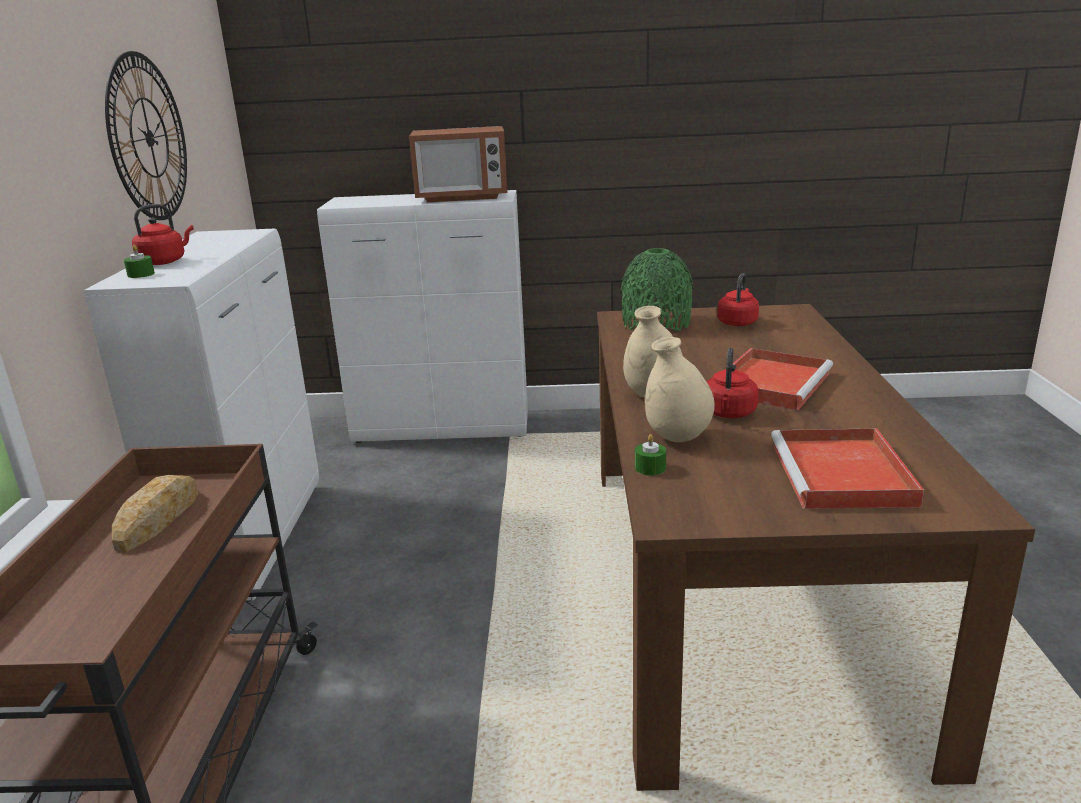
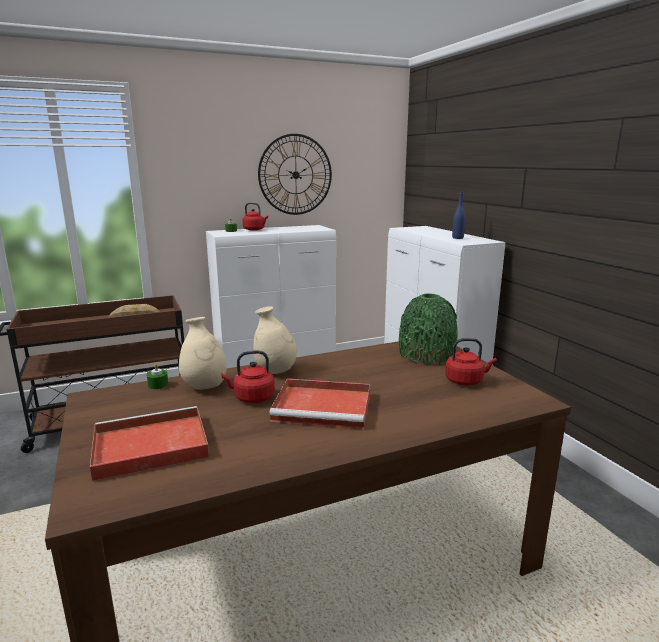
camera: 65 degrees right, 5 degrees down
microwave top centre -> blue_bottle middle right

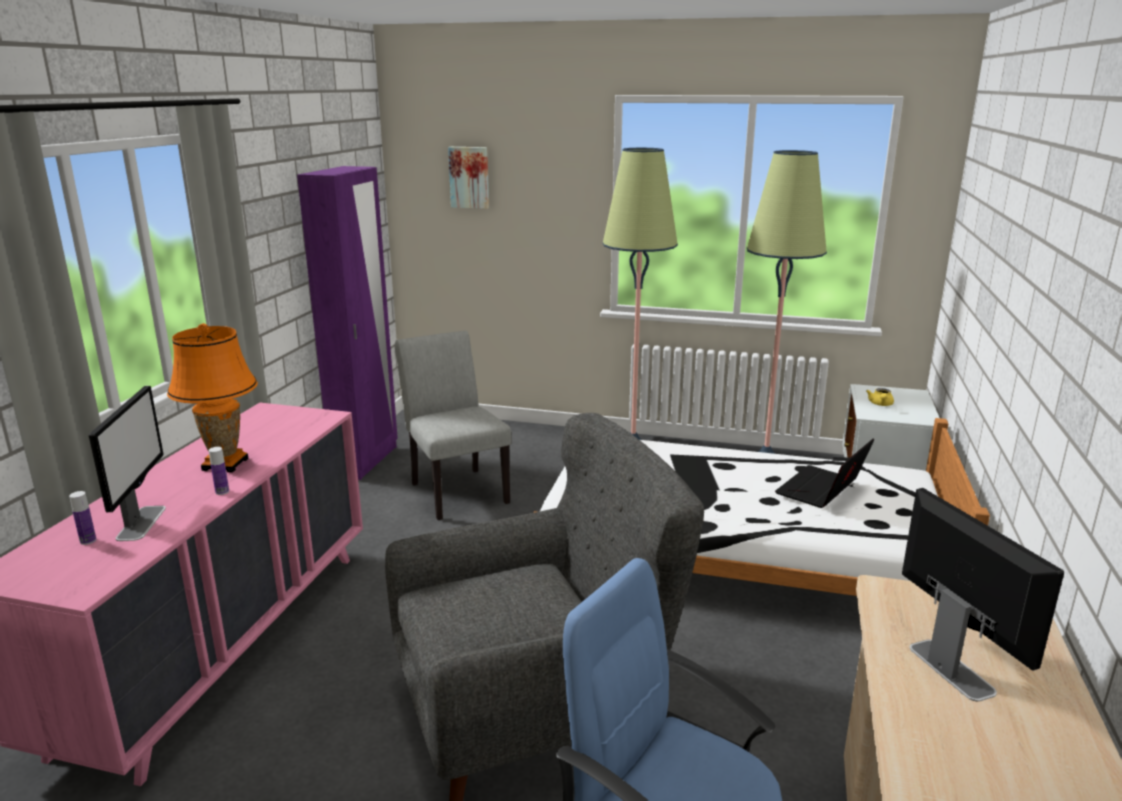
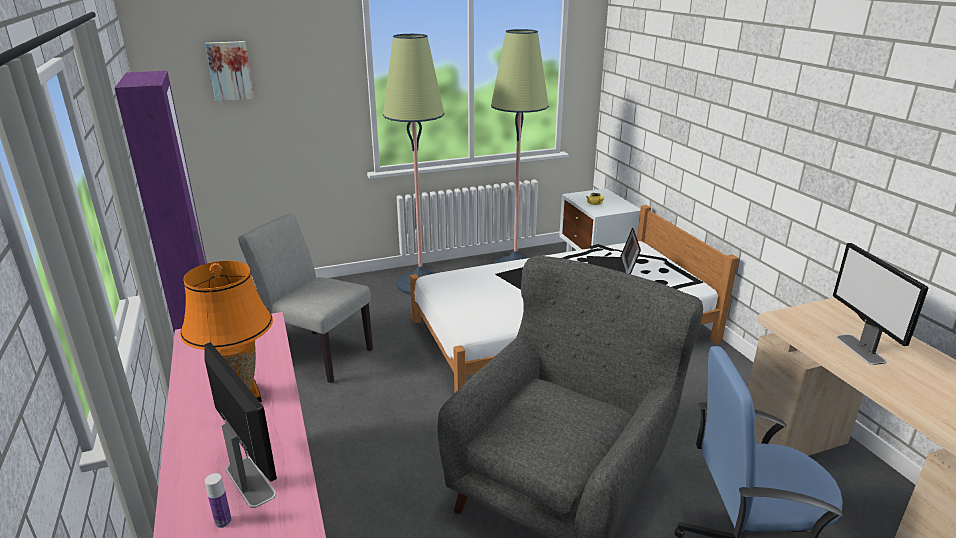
camera: 35 degrees left, 5 degrees up
bottle (no. 2 from left) middle left -> none
monitor (no. 2 from left) bottom right -> monitor (no. 2 from left) middle right, 135 degrees counterclockwise

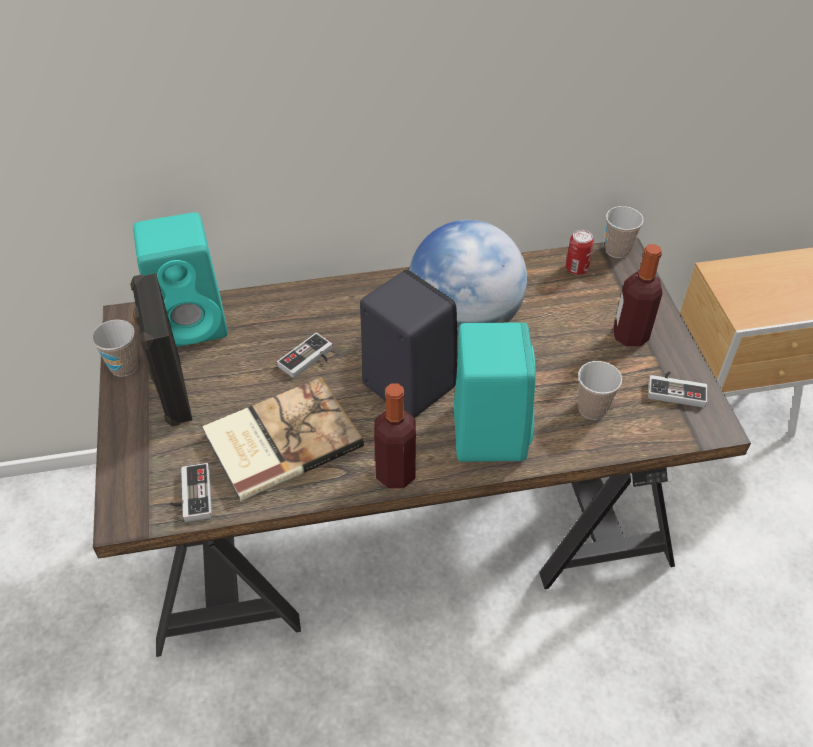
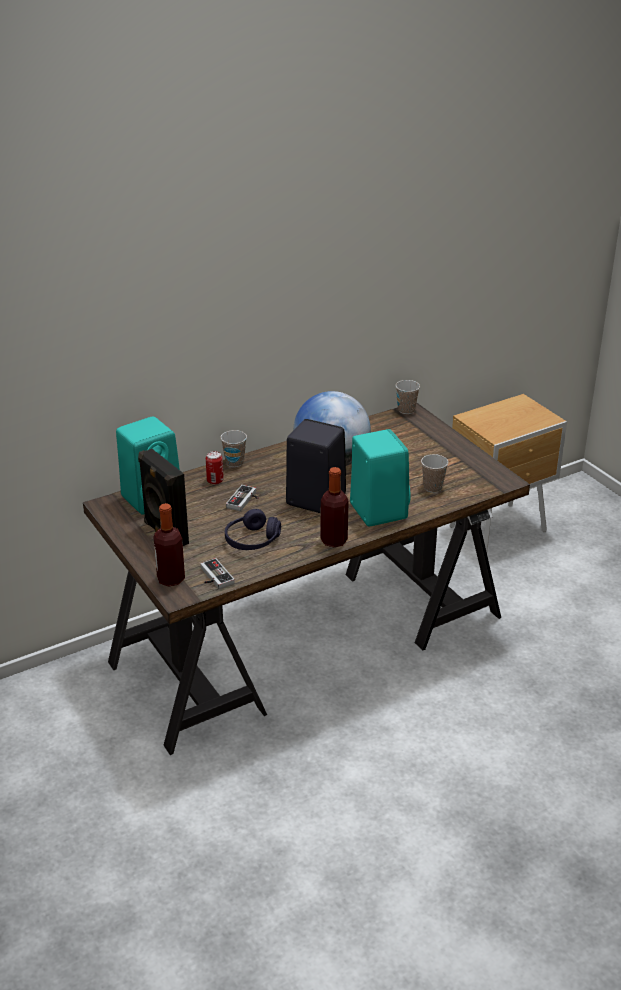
camera: 20 degrees left, 15 degrees down
cup (no. 1 from left) middle left -> cup (no. 1 from left) centre, shifted
book centre -> purple_headphones centre
can middle right -> can centre, shifted
bottle (no. 2 from left in the first image) middle right -> bottle (no. 1 from left) middle left, shifted
game_controller (no. 3 from left) middle right -> none

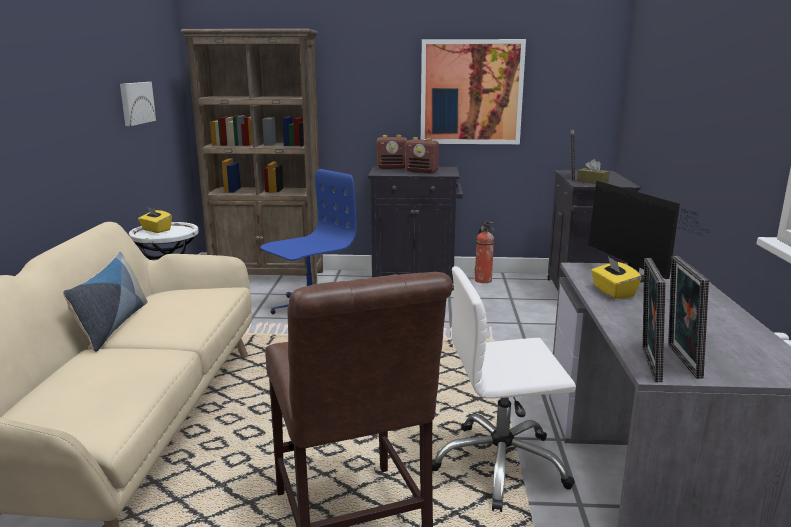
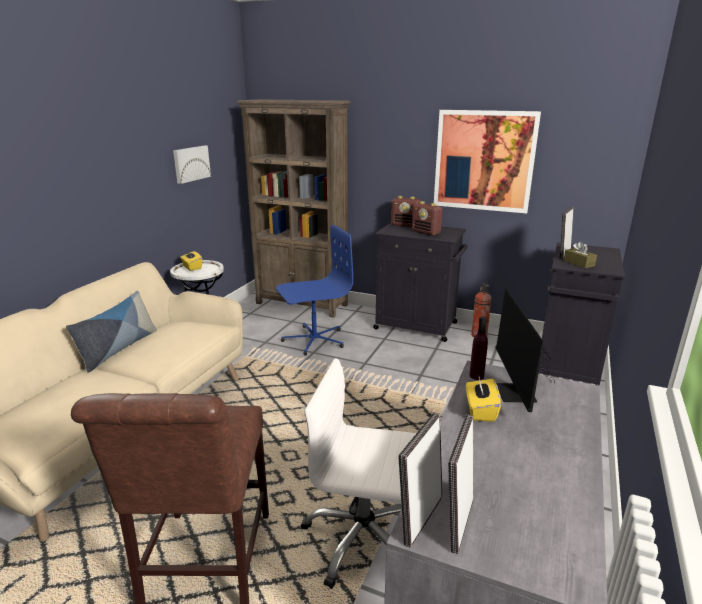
camera: 20 degrees right, 5 degrees up
none -> purple_bottle middle right

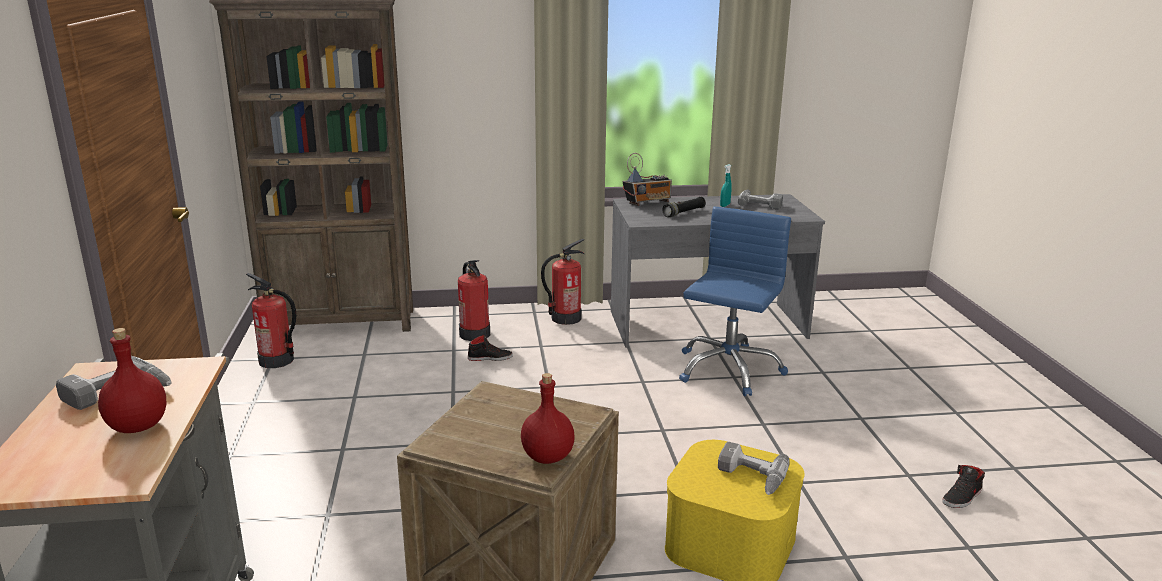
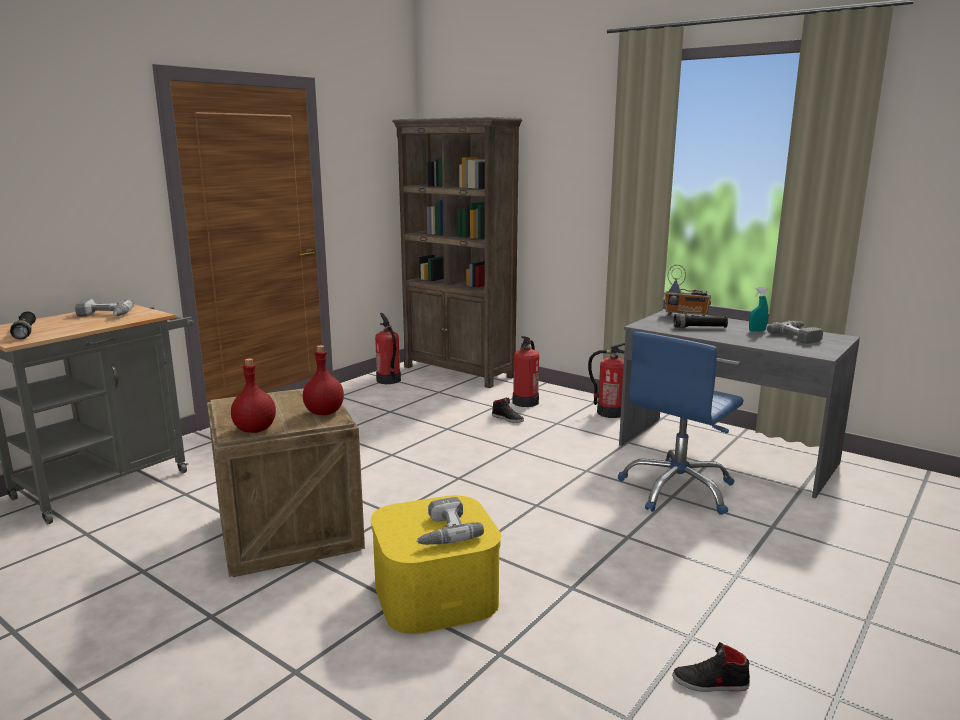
camera: 45 degrees right, 5 degrees down
red_bottle (no. 1 from left in the first image) middle left -> red_bottle (no. 2 from left) centre, shifted
blue_office_chair centre -> blue_office_chair middle right, 150 degrees clockwise
none -> black_flashlight (no. 1 from left) middle left

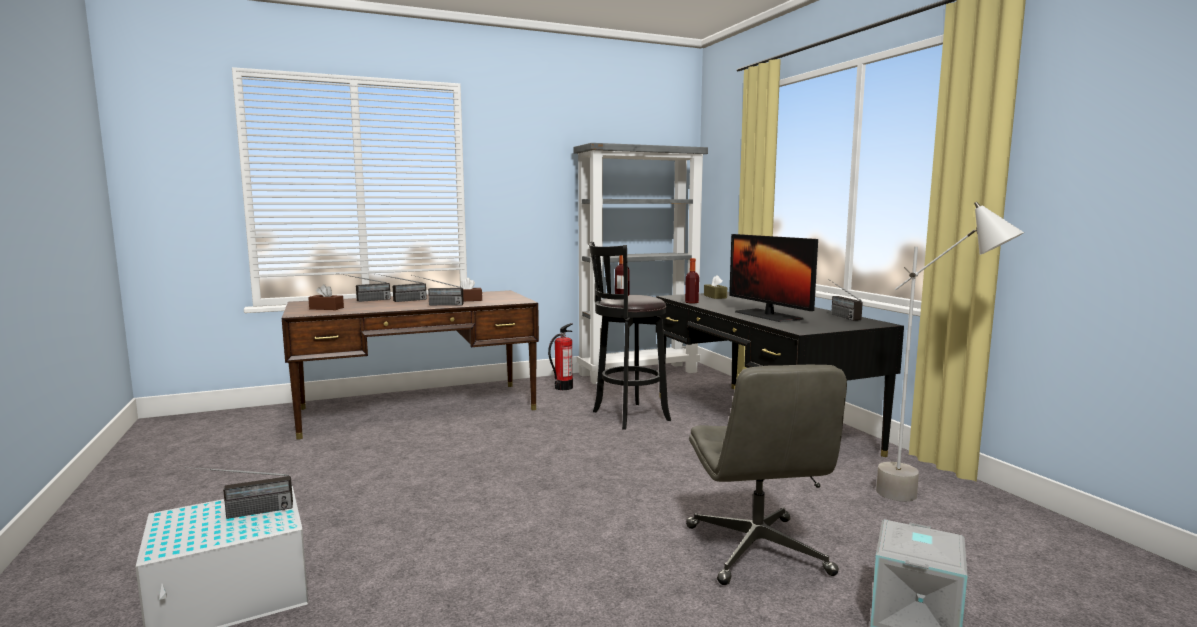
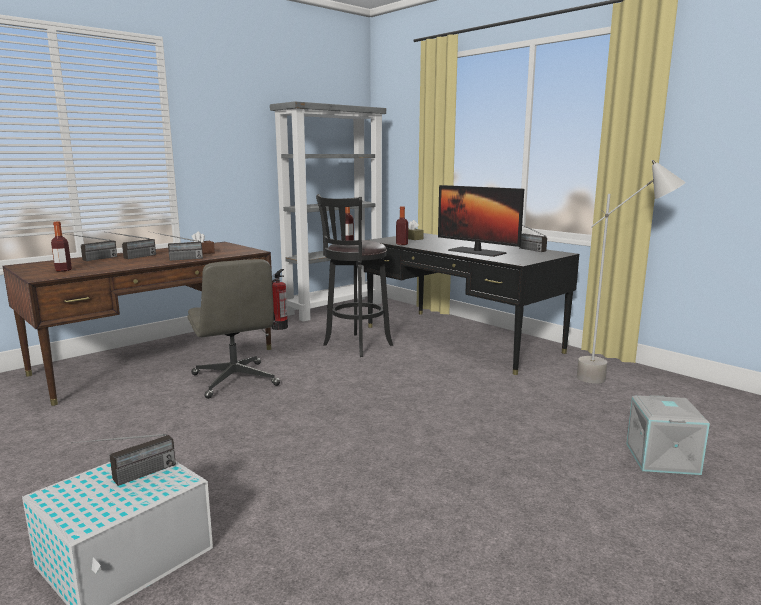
camera: 20 degrees left, 5 degrees up
brown_tissue_box (no. 1 from left) middle left -> bottle (no. 1 from left) middle left
grey_office_chair bottom centre -> grey_office_chair middle left, shifted

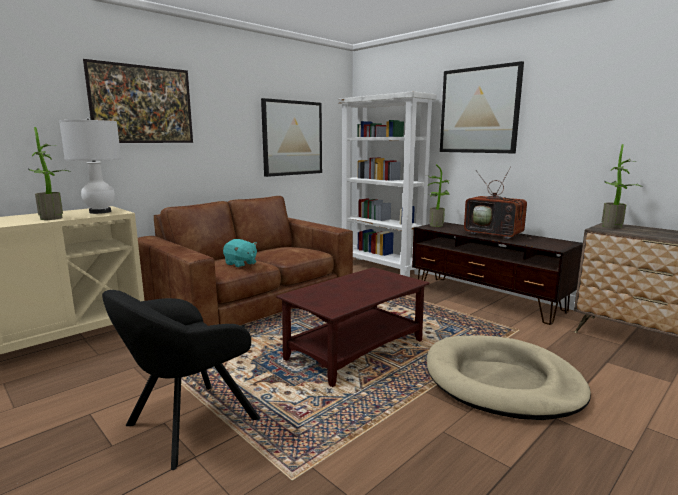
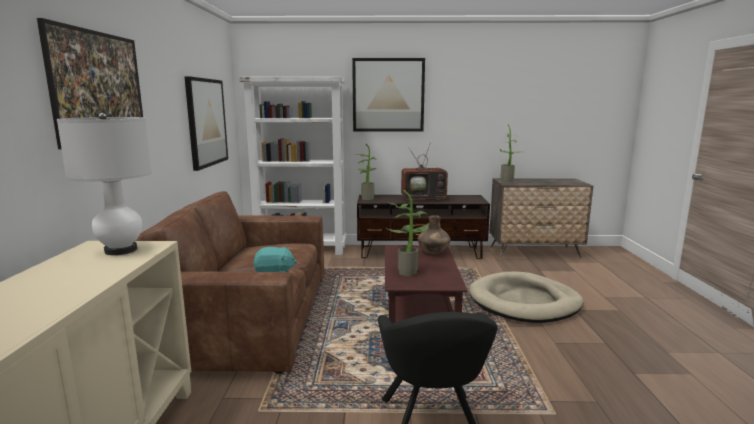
camera: 45 degrees left, 0 degrees up
potted_plant (no. 1 from left in the first image) middle left -> potted_plant (no. 2 from left) centre, shifted
none -> brown_vase centre

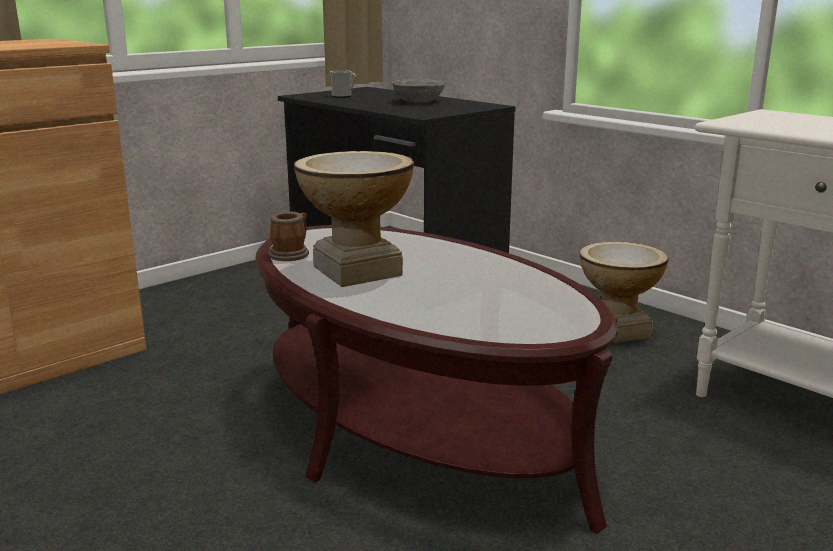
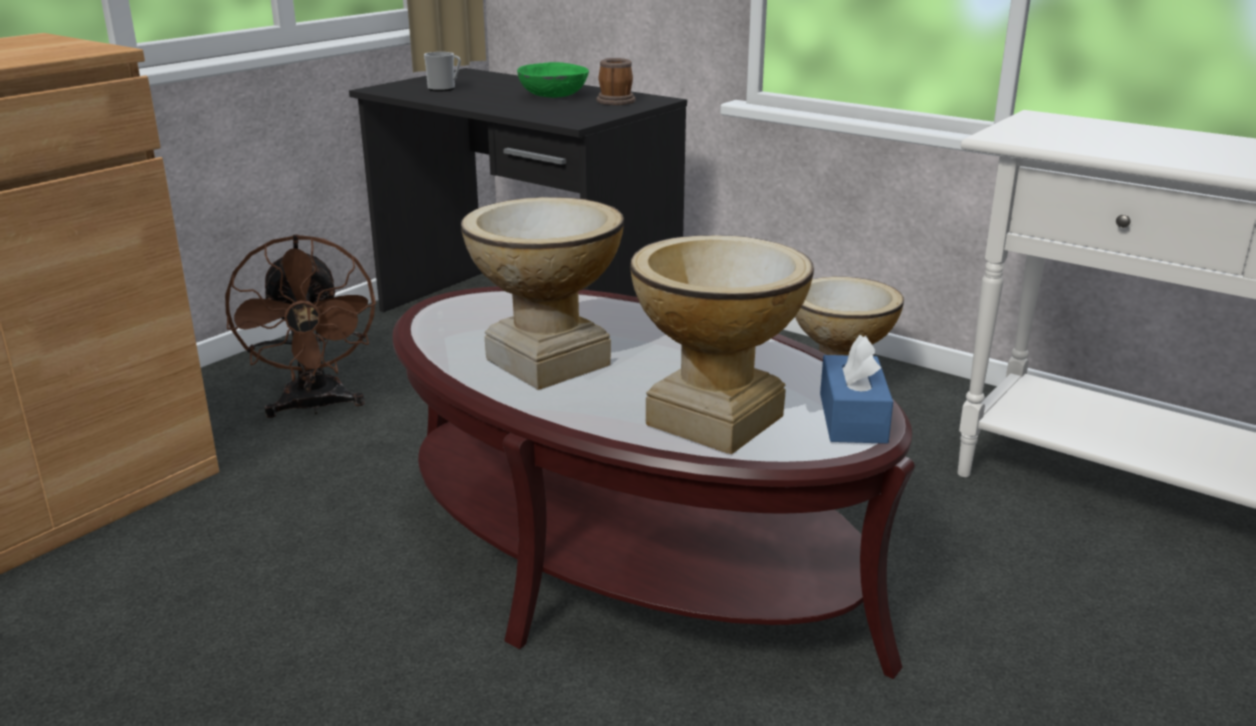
camera: 10 degrees left, 5 degrees up
mug (no. 1 from left in the first image) centre -> mug (no. 2 from left) top centre, shifted
grey_bowl top centre -> green_bowl top centre
none -> brown_fan middle left
none -> vase (no. 2 from left) centre
none -> blue_tissue_box middle right

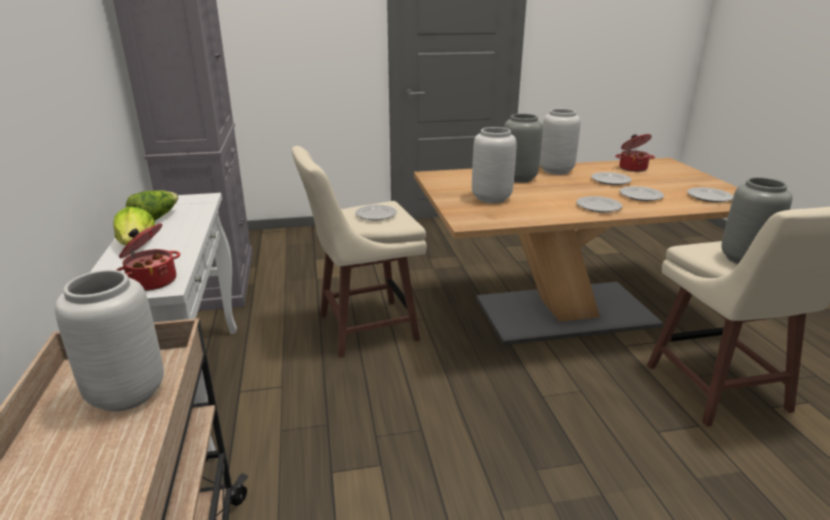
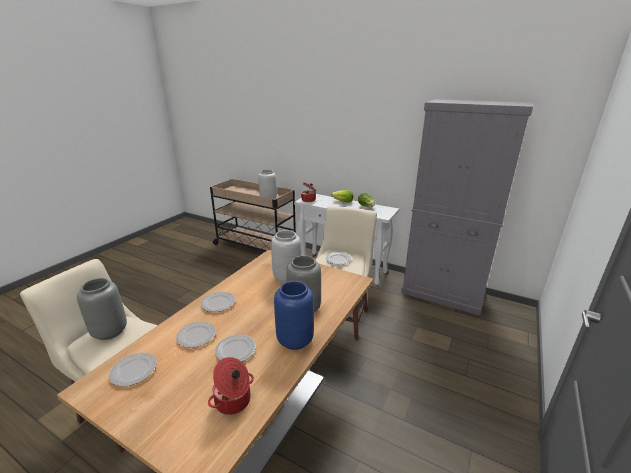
camera: 130 degrees right, 0 degrees up
grey_vase (no. 4 from left) top right -> blue_vase centre

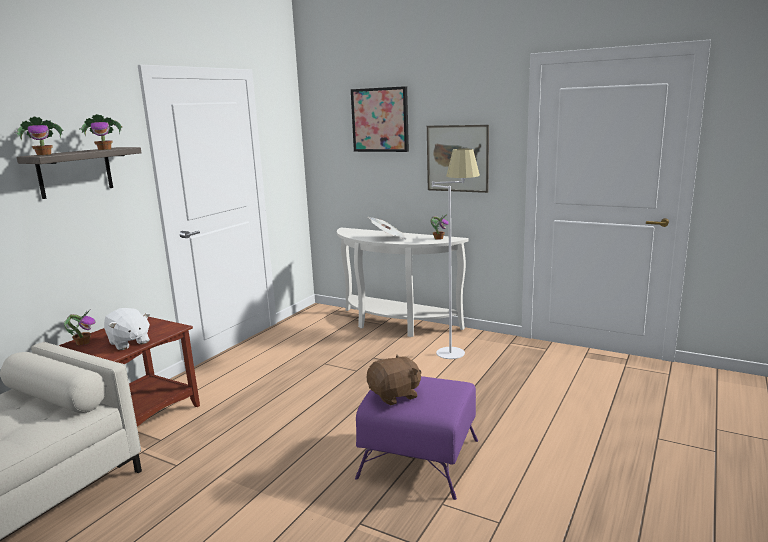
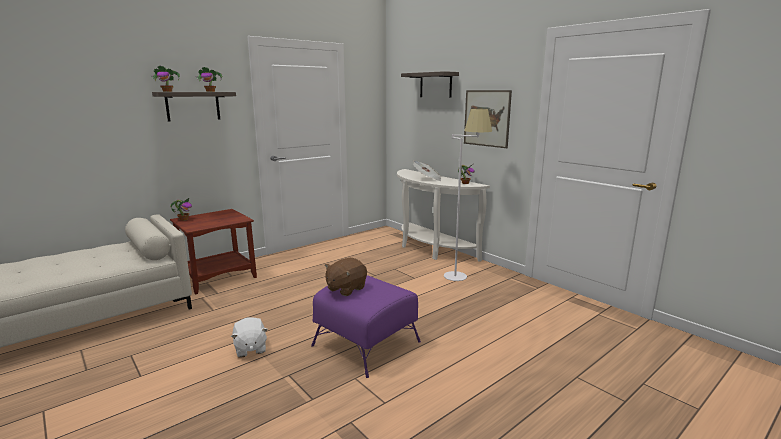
camera: 20 degrees right, 0 degrees up
white_plush_toy middle left -> white_plush_toy bottom left, shifted
picture (no. 1 from left) top centre -> shelf (no. 2 from left) top centre
brown_plush_toy bottom centre -> brown_plush_toy centre, 135 degrees clockwise

